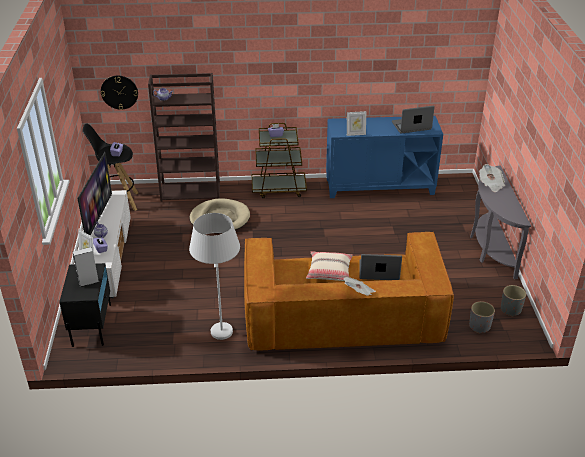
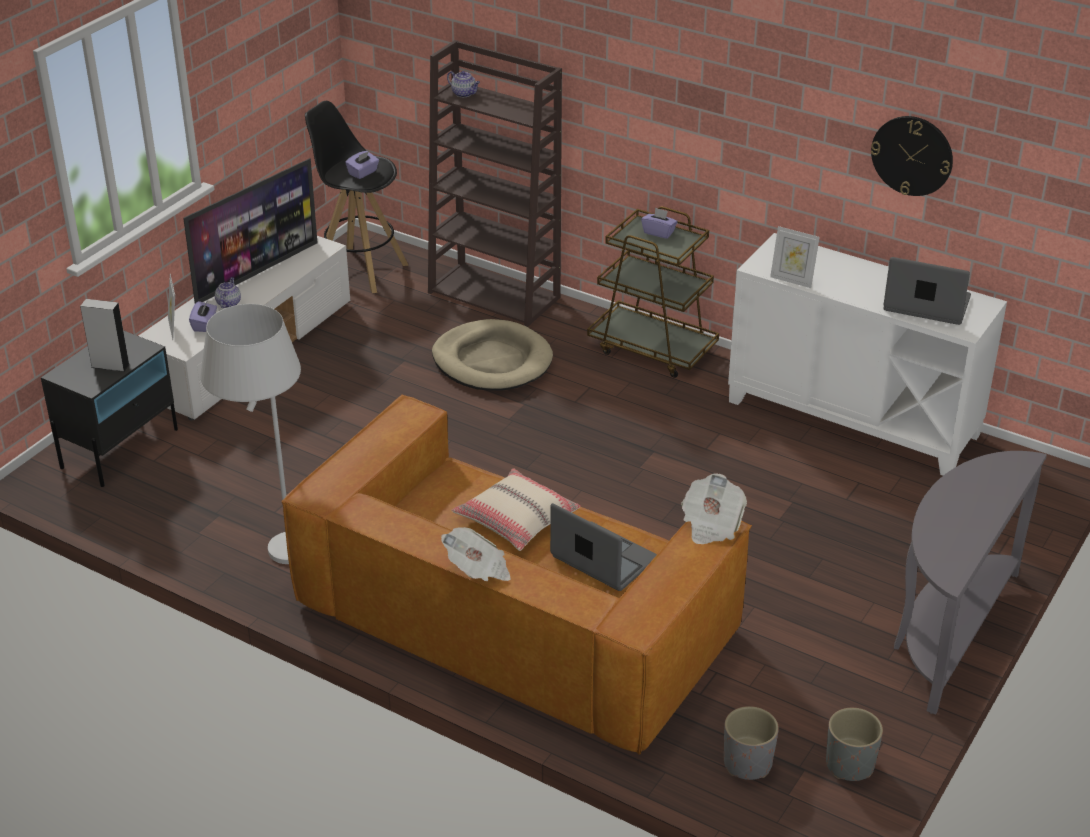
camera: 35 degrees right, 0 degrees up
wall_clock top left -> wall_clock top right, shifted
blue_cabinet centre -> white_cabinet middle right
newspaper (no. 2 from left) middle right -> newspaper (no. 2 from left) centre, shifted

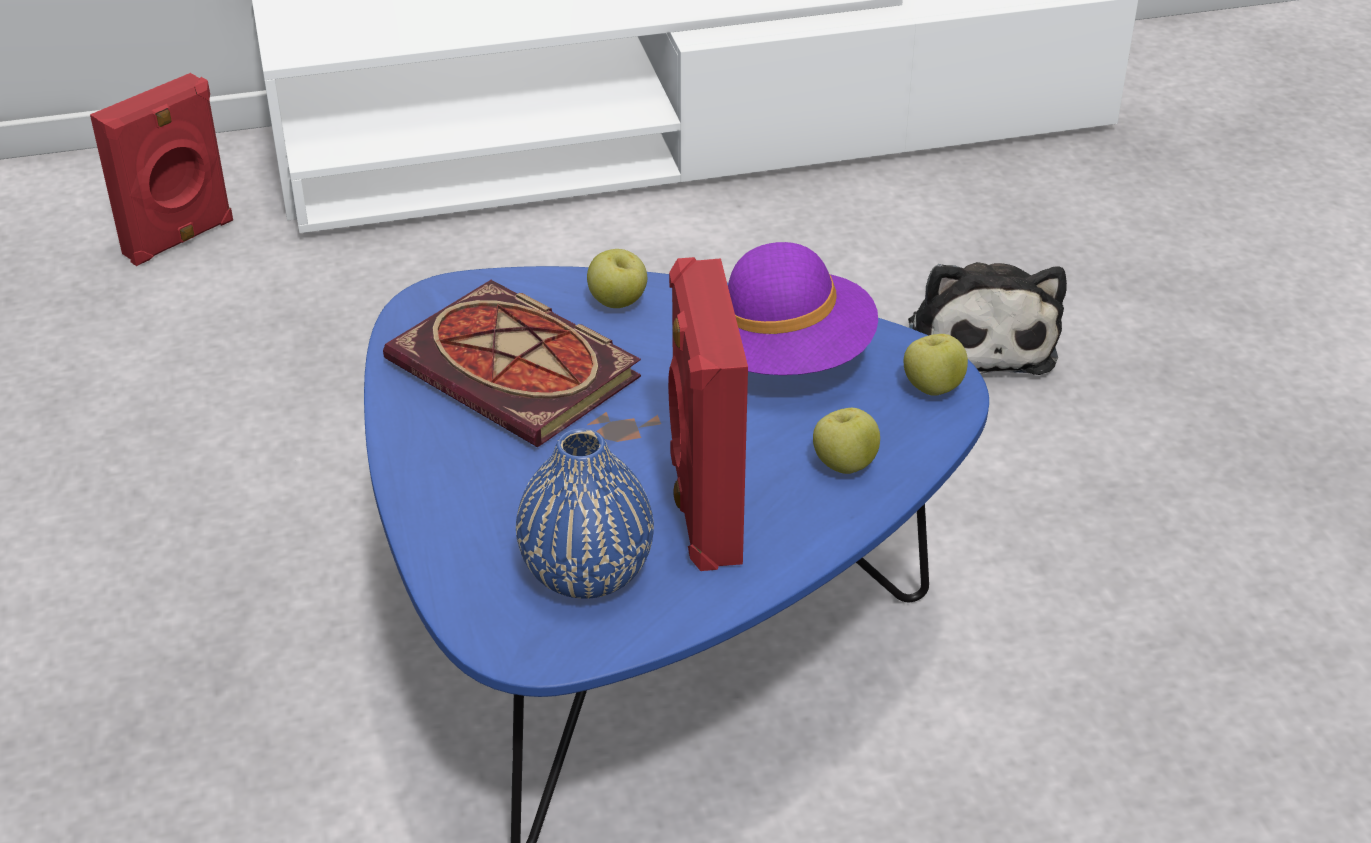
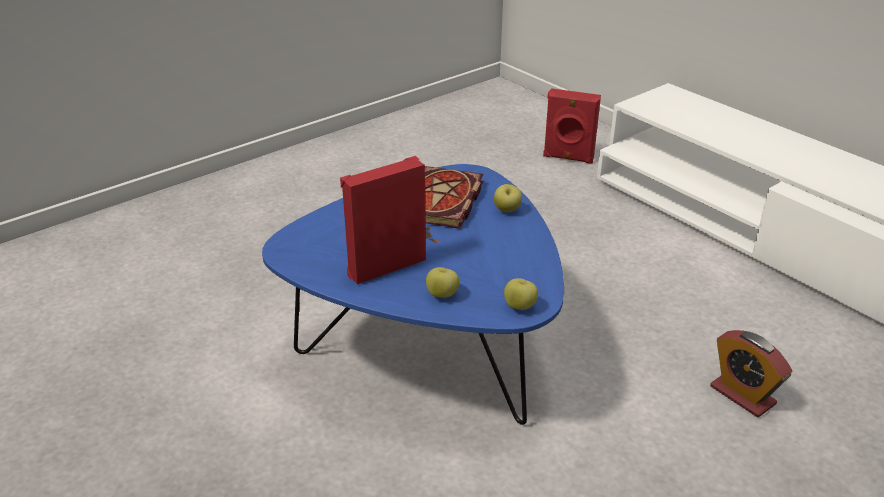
camera: 65 degrees right, 5 degrees down
blue_vase centre -> none
purple_hat centre -> none
plush_toy middle right -> alarm_clock bottom right

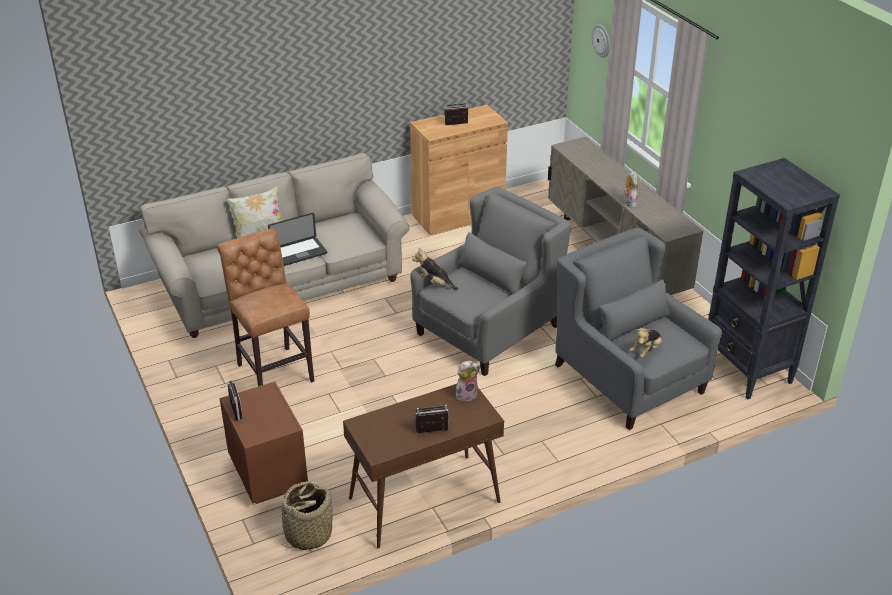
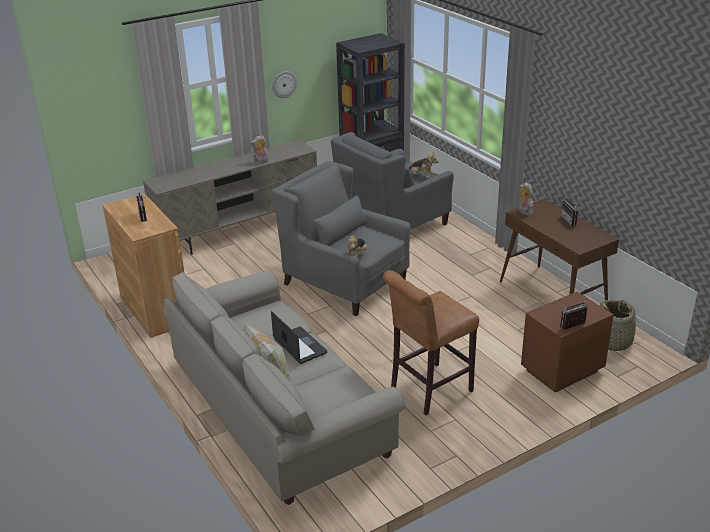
camera: 95 degrees left, 5 degrees down
wall_clock top right -> wall_clock top centre, shifted

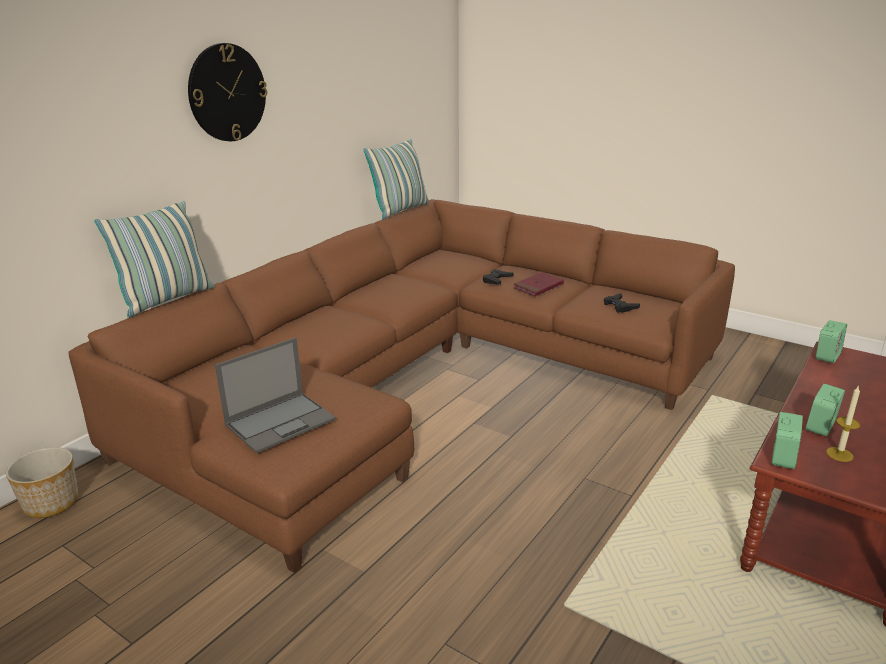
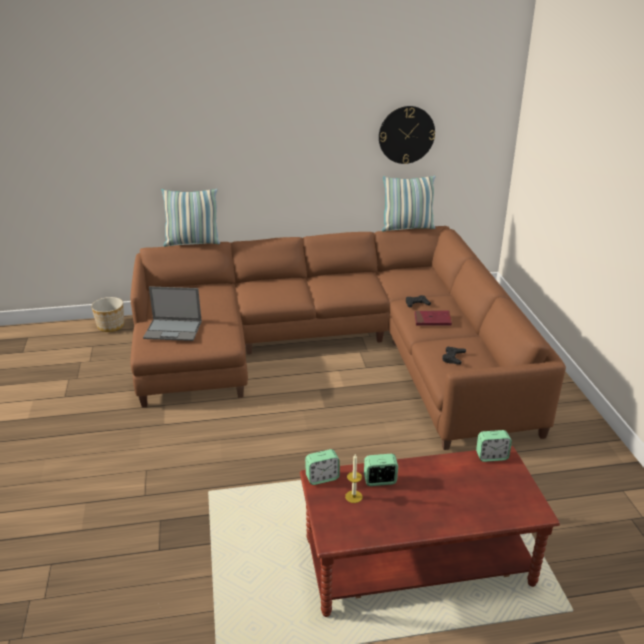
camera: 45 degrees right, 5 degrees up
wall_clock top left -> wall_clock top centre, shifted

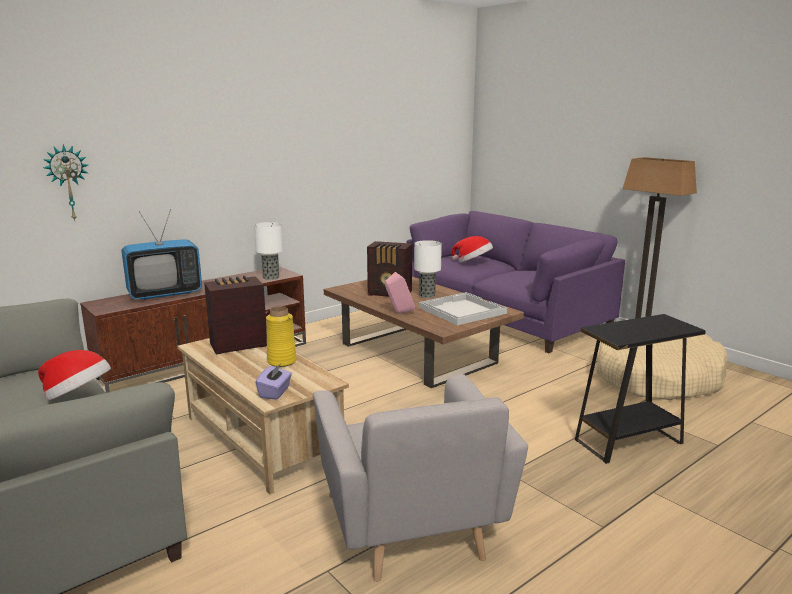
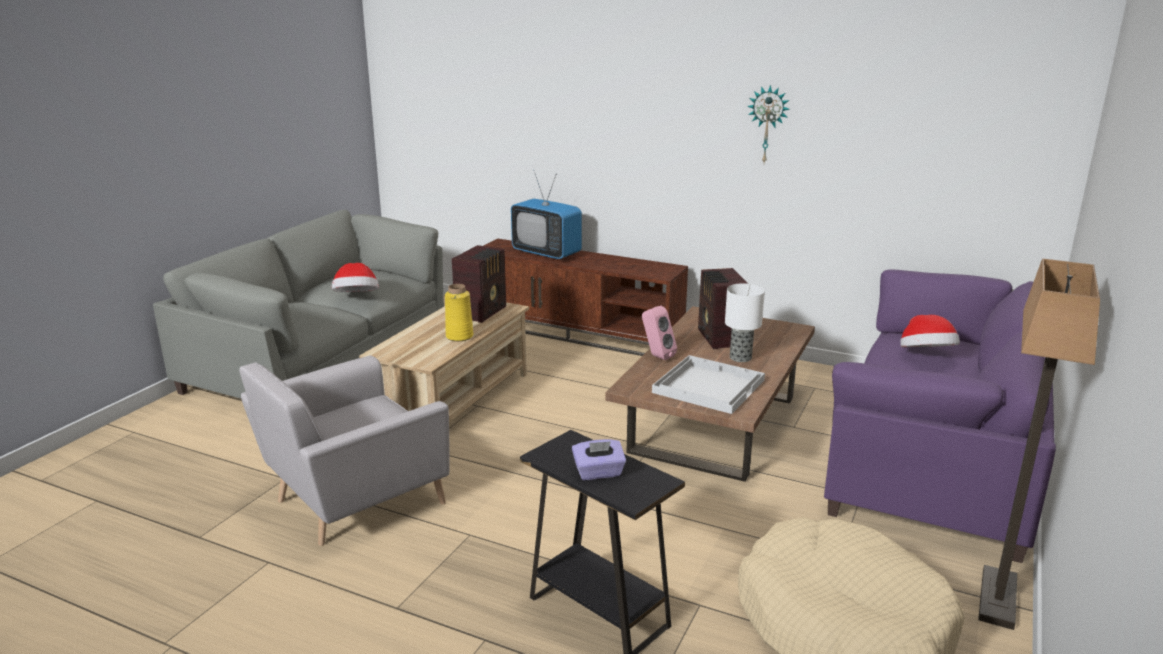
camera: 65 degrees right, 5 degrees up
wall_clock top left -> wall_clock top centre, shifted
radio (no. 1 from left) middle left -> radio (no. 1 from left) centre, 75 degrees clockwise
table_lamp (no. 1 from left) centre -> none
purple_tissue_box centre -> purple_tissue_box bottom centre, shifted

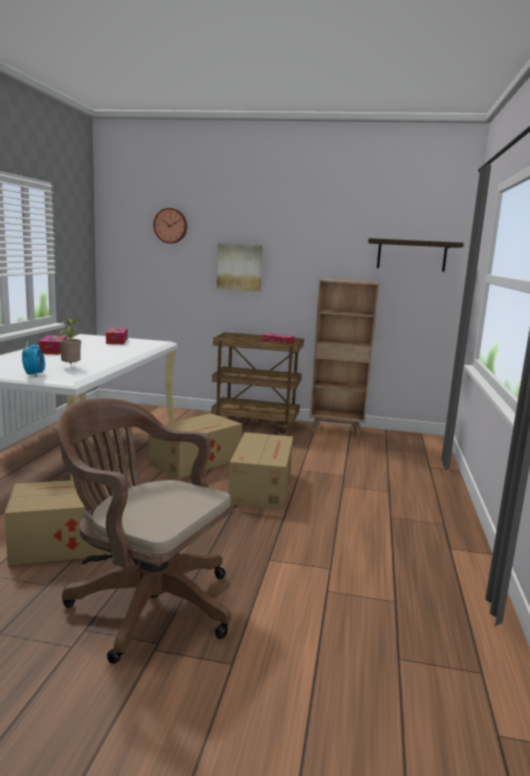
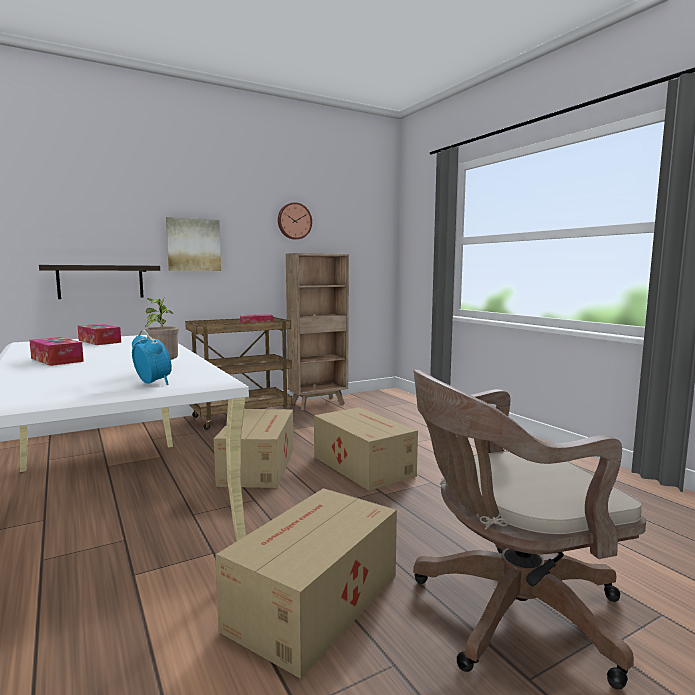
camera: 40 degrees left, 5 degrees down
wall_clock top left -> wall_clock top centre, shifted
shelf top right -> shelf middle left, shifted

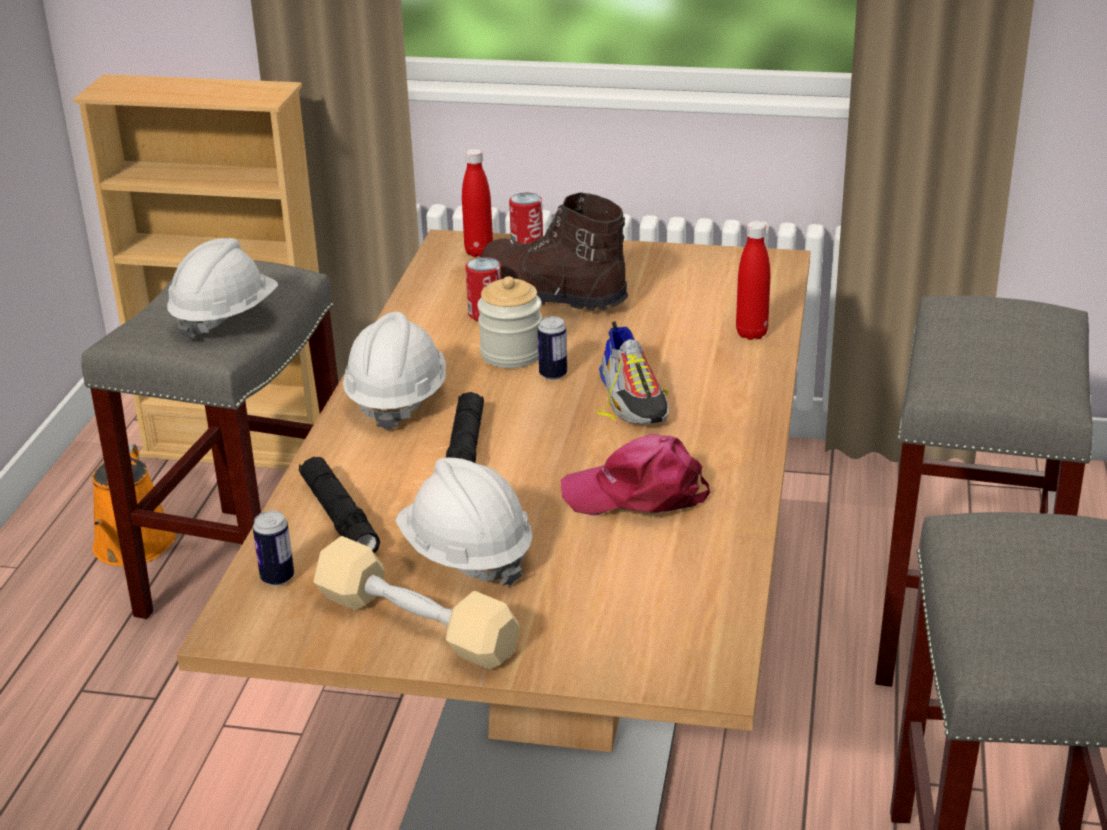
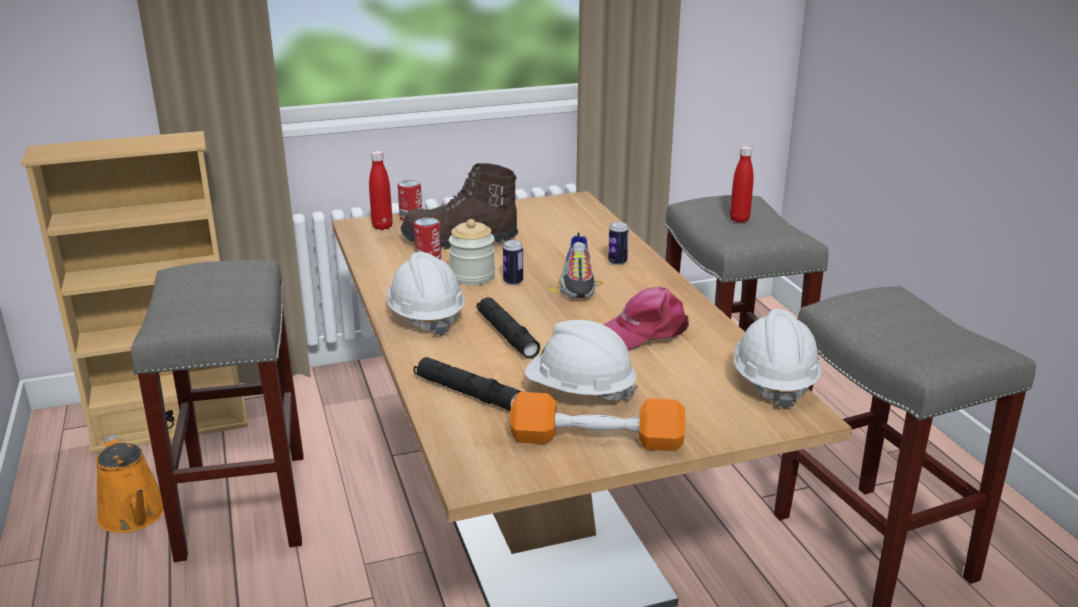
camera: 30 degrees left, 5 degrees down
white_hard_hat (no. 1 from left in the first image) middle left -> white_hard_hat (no. 3 from left) middle right, shifted
can (no. 1 from left in the first image) middle left -> can (no. 4 from left) centre, shifted
beige_dumbbell bottom centre -> orange_dumbbell bottom centre
shoe centre, 45 degrees clockwise
red_bottle (no. 2 from left) middle right -> red_bottle (no. 2 from left) top right, shifted

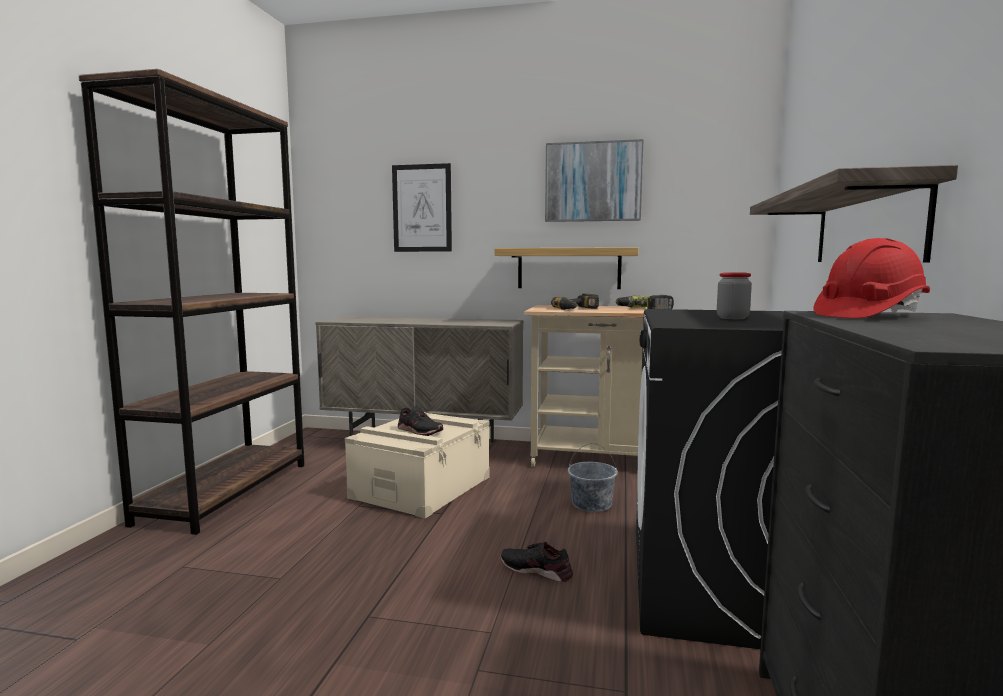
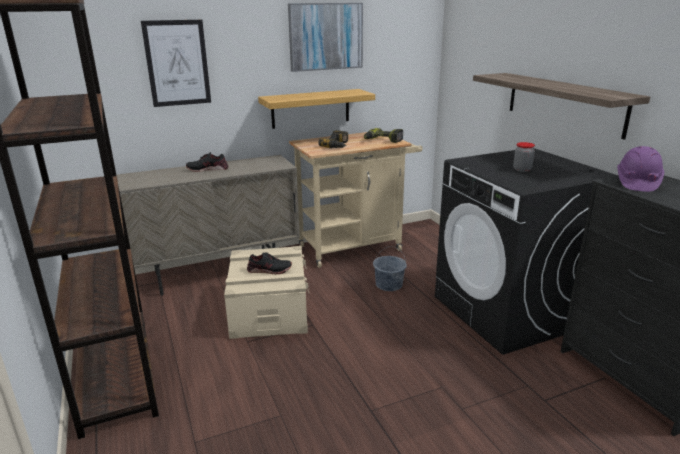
camera: 35 degrees left, 15 degrees up
black_shoe (no. 2 from left in the first image) bottom centre -> black_shoe (no. 1 from left) middle left, shifted
red_hard_hat middle right -> purple_hard_hat middle right

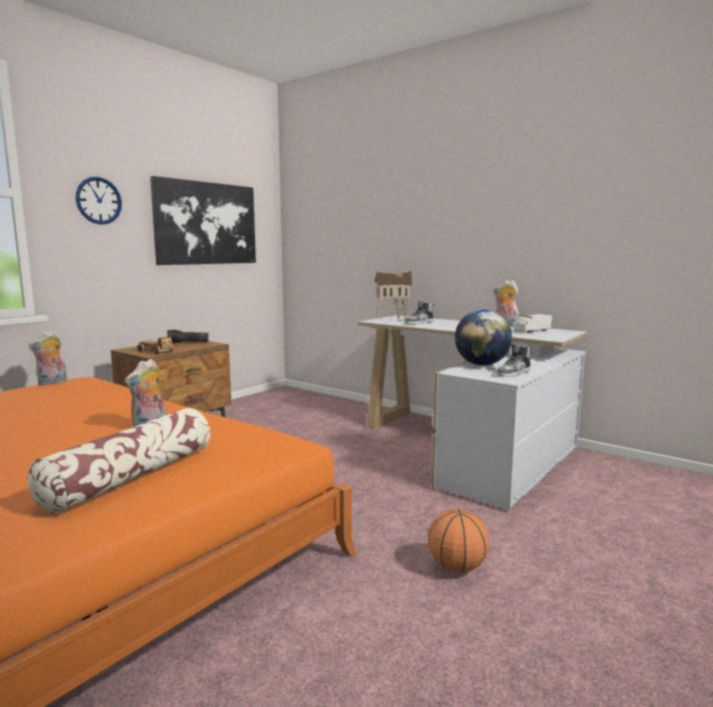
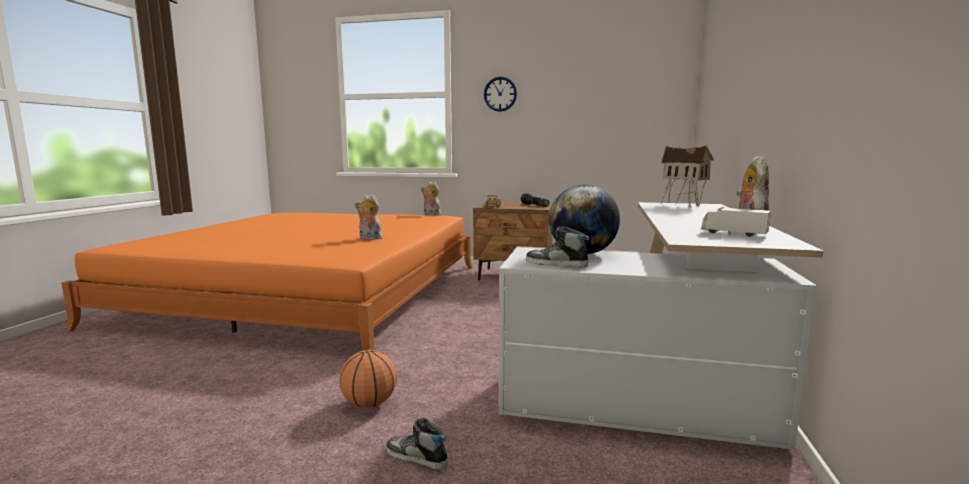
camera: 65 degrees right, 0 degrees up
pillow middle left -> none
picture top left -> none
shoe (no. 1 from left) centre -> shoe (no. 1 from left) bottom centre, shifted

